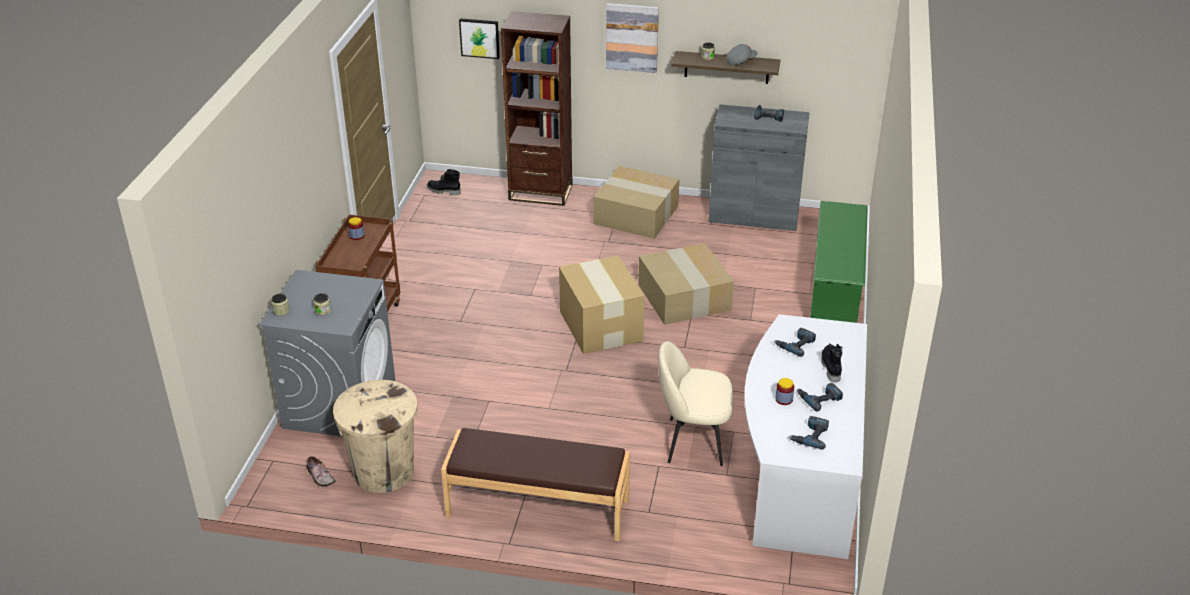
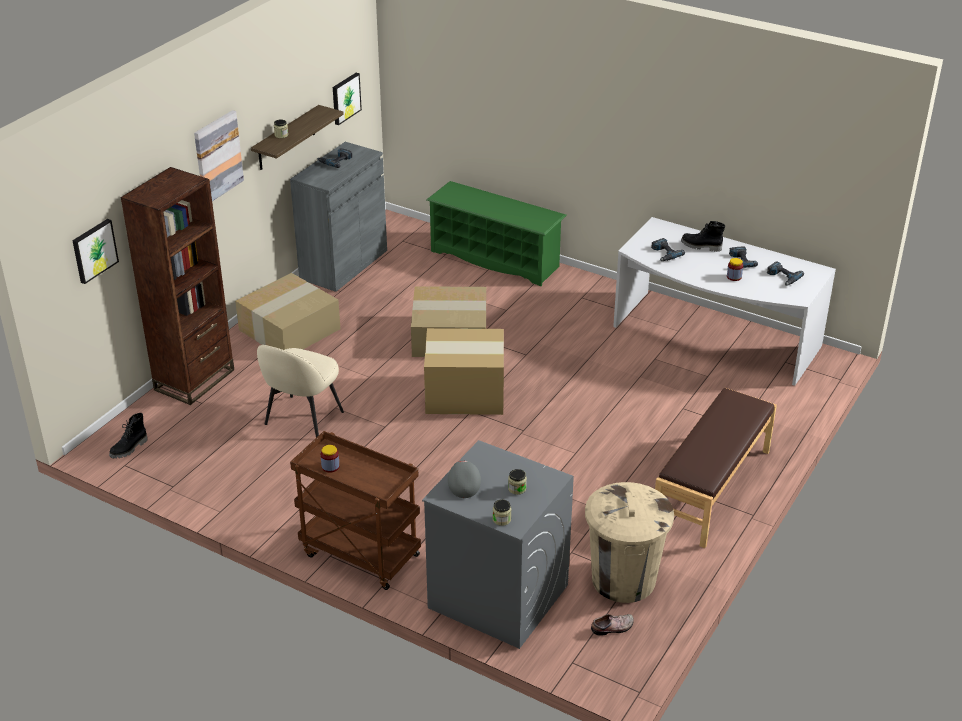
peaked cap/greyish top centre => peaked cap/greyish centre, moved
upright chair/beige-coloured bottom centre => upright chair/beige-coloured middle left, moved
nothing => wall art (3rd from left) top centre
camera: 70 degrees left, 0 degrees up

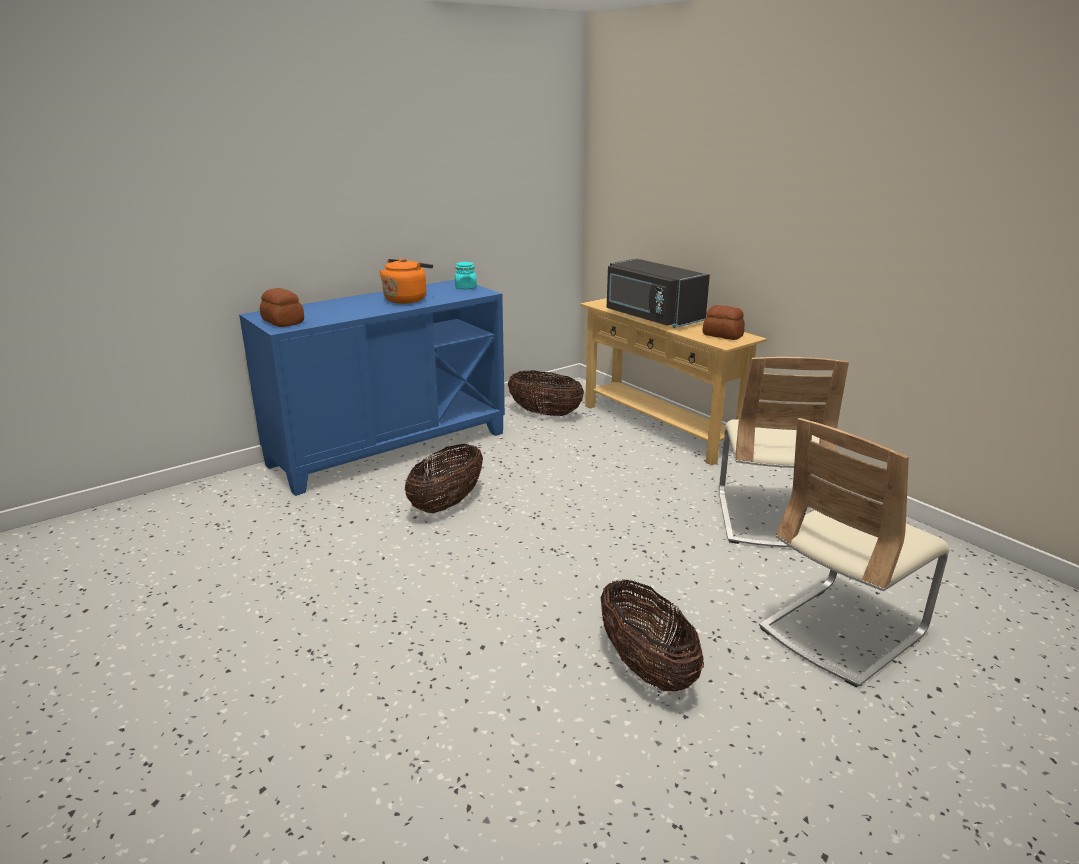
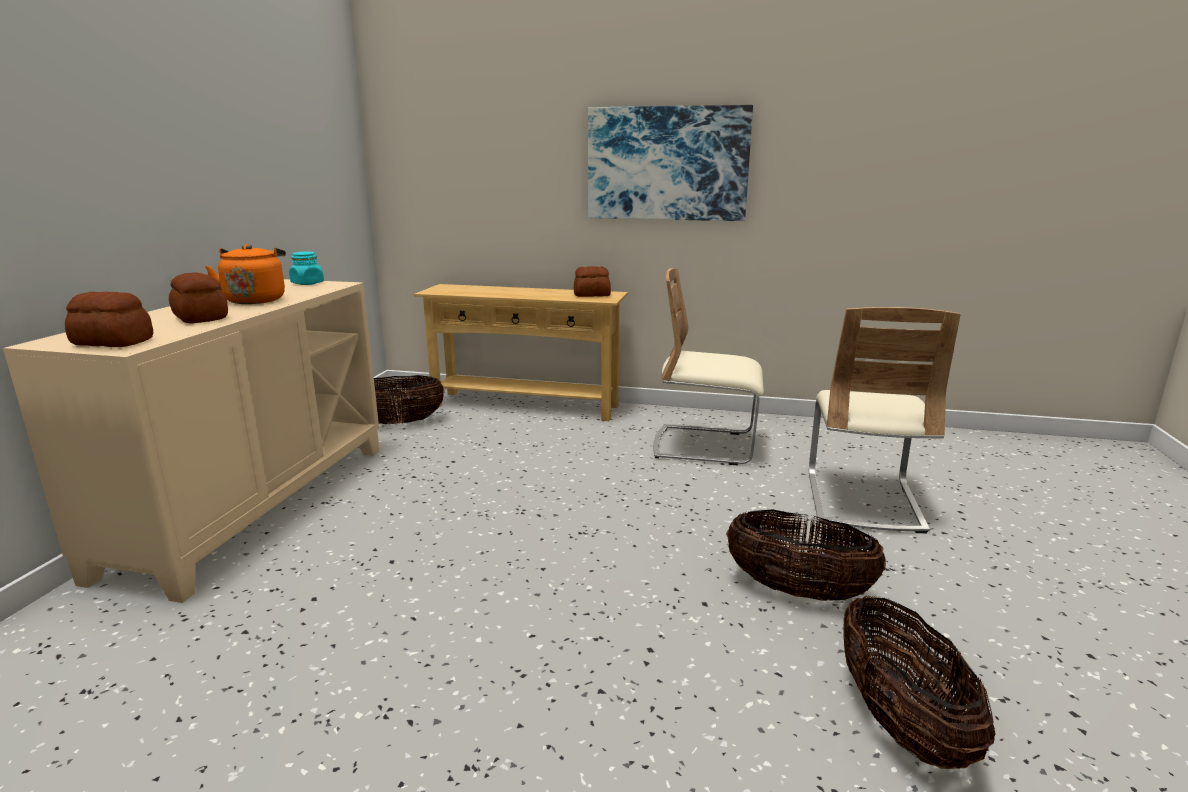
microwave/black centre => nothing
storage cabinet/blue centre => storage cabinet/beige-coloured middle left
upright chair/beige-coloured (1st from left) middle right => upright chair/beige-coloured (1st from left) centre, 135 degrees clockwise
storage basket (1st from left in the first image) centre => storage basket (3rd from left) bottom right, moved
nothing => wall art top centre
nothing => baked bread (2nd from left) middle left
camera: 40 degrees left, 5 degrees down

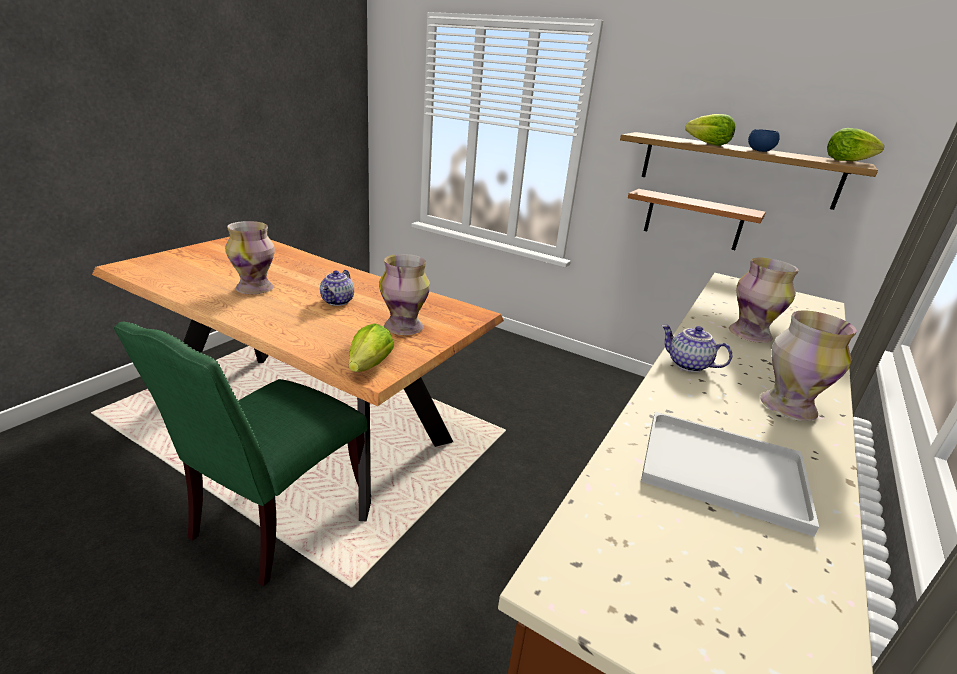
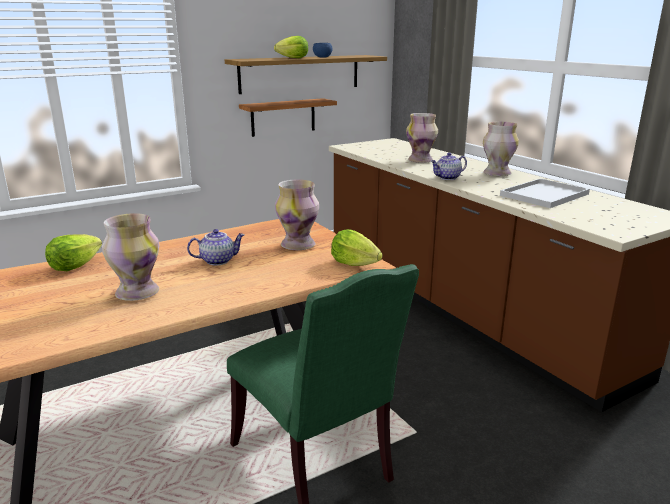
lettuce head (3rd from left in the first image) top right => lettuce head (1st from left) middle left, moved
teapot (1st from left) centre => teapot (1st from left) middle left, 60 degrees counterclockwise
camera: 60 degrees left, 5 degrees down

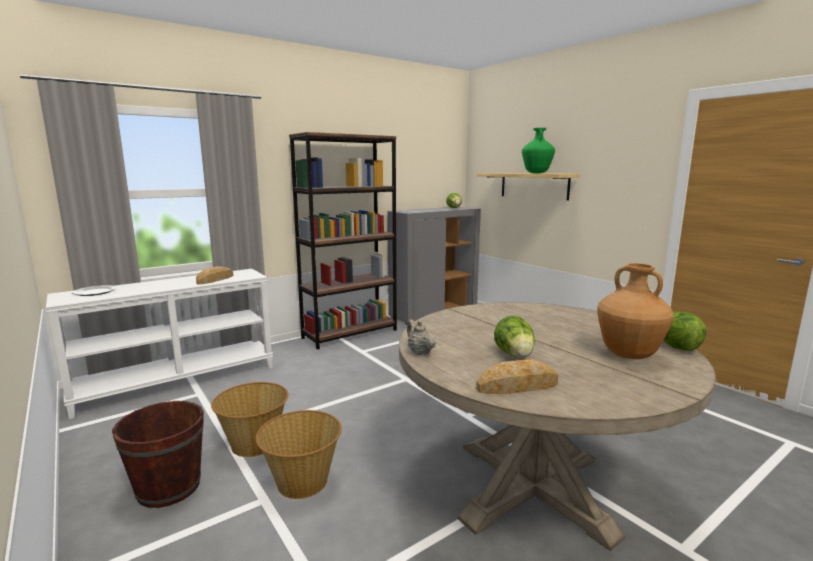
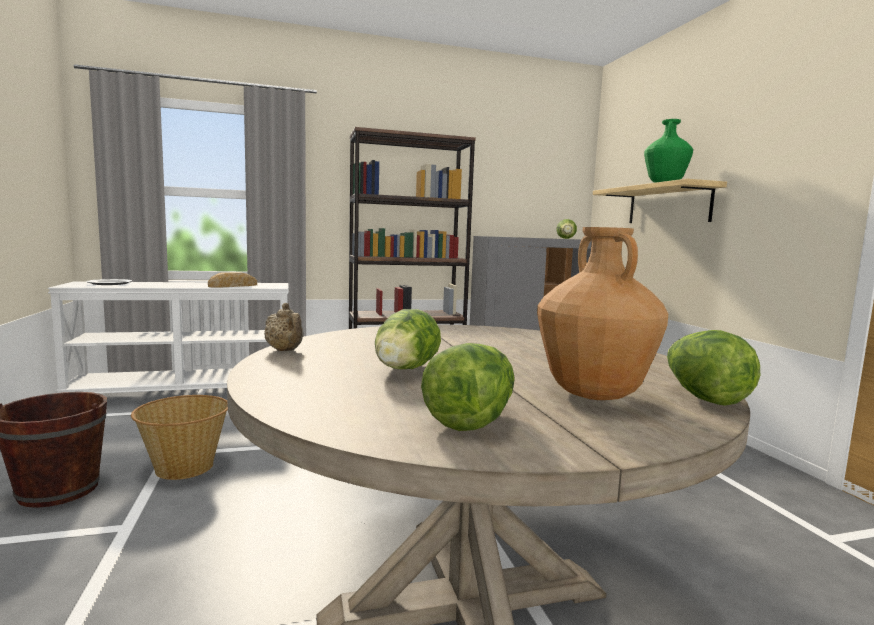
teapot/beige-coloured centre => teapot/beige-coloured middle left, 150 degrees clockwise
baked bread (2nd from left) bottom centre => nothing
storage basket (2nd from left) bottom centre => nothing
nothing => lettuce head (2nd from left) centre
camera: 20 degrees right, 5 degrees down

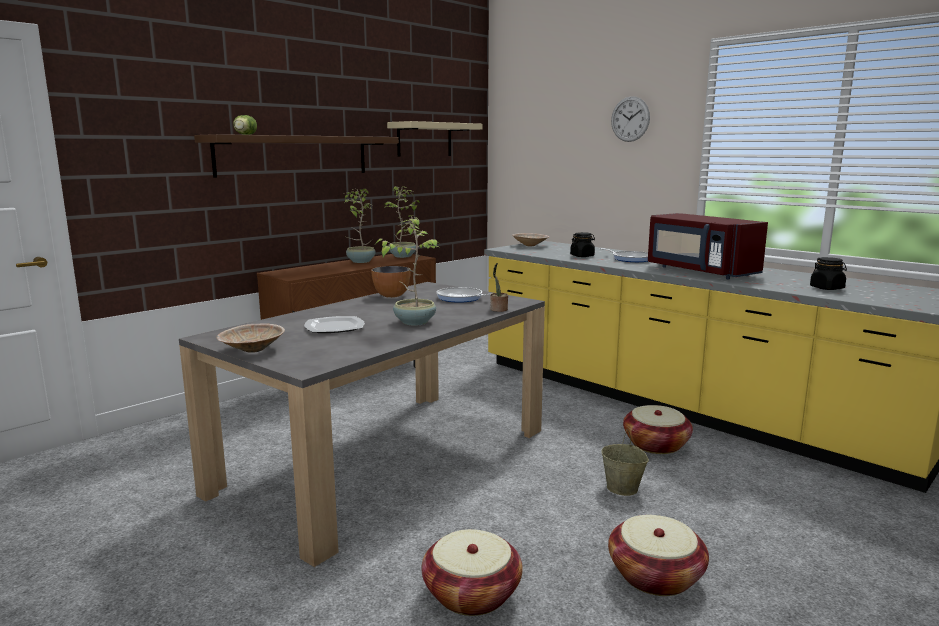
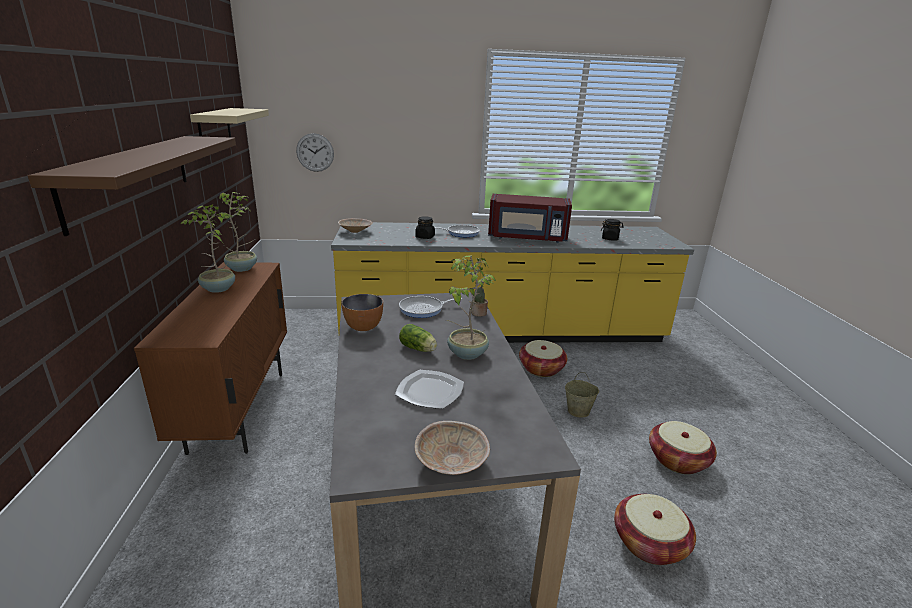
wall clock top right => wall clock top centre, moved
lettuce head top left => lettuce head centre, moved
camera: 50 degrees left, 10 degrees up

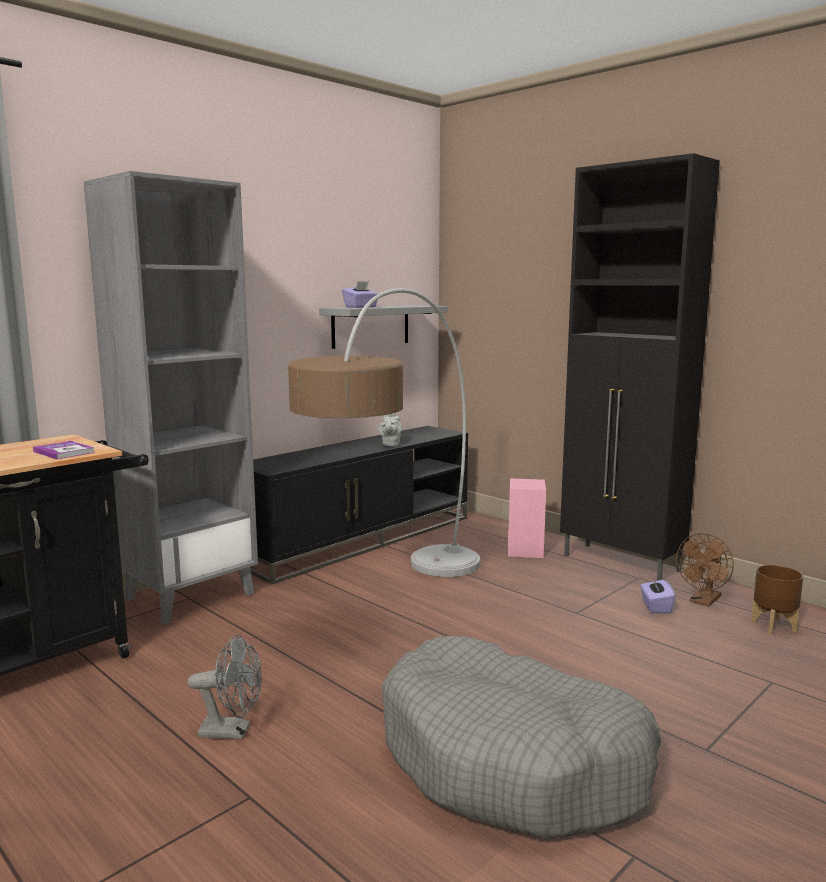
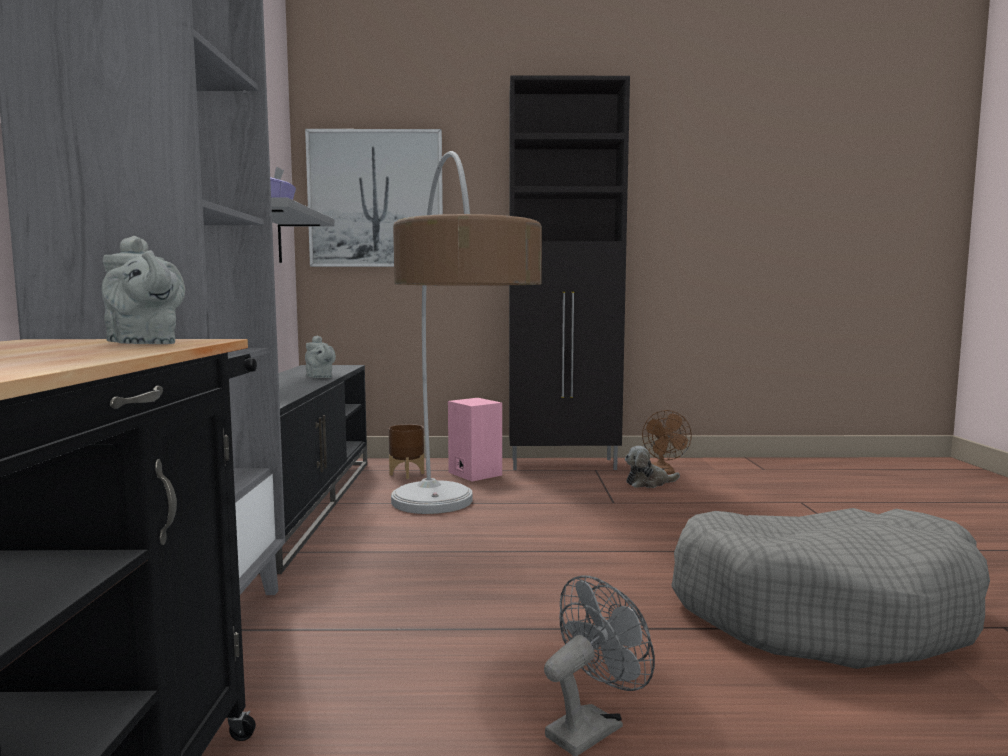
volume middle left => teapot/greyish (1st from left) middle left
planter/brown bottom right => planter/brown centre, moved
tissue holder/purple-coloured (2nd from left) bottom right => soft toy centre
nothing => wall art top centre
camera: 45 degrees left, 5 degrees down

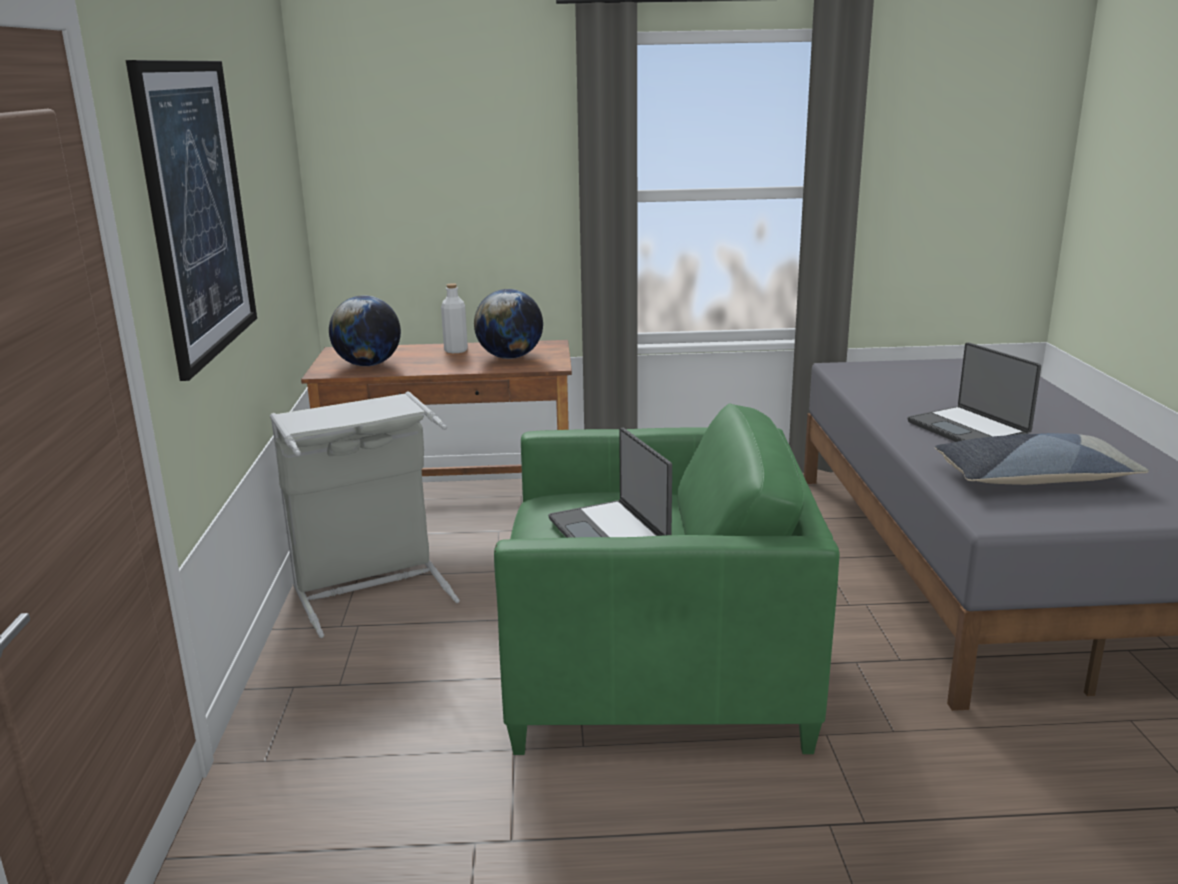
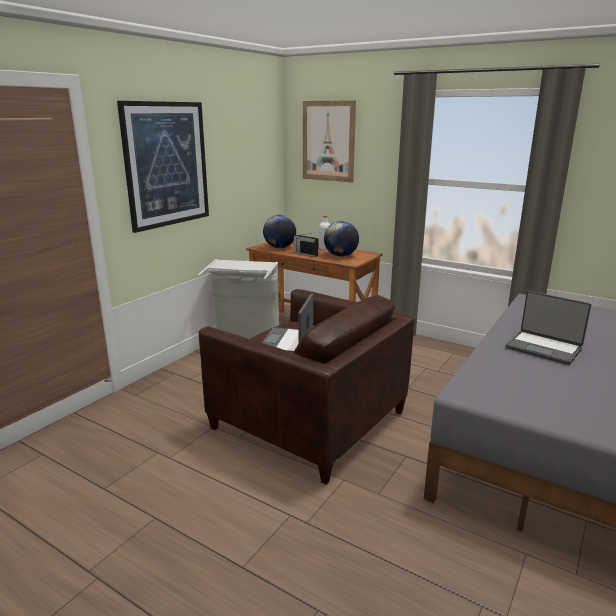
portable computer (2nd from left) middle right, 60 degrees counterclockwise
easy chair/greenish centre => easy chair/brown centre
throw pillow middle right => nothing
nothing => wall art (2nd from left) top centre
nothing => radio set centre
camera: 35 degrees right, 0 degrees up

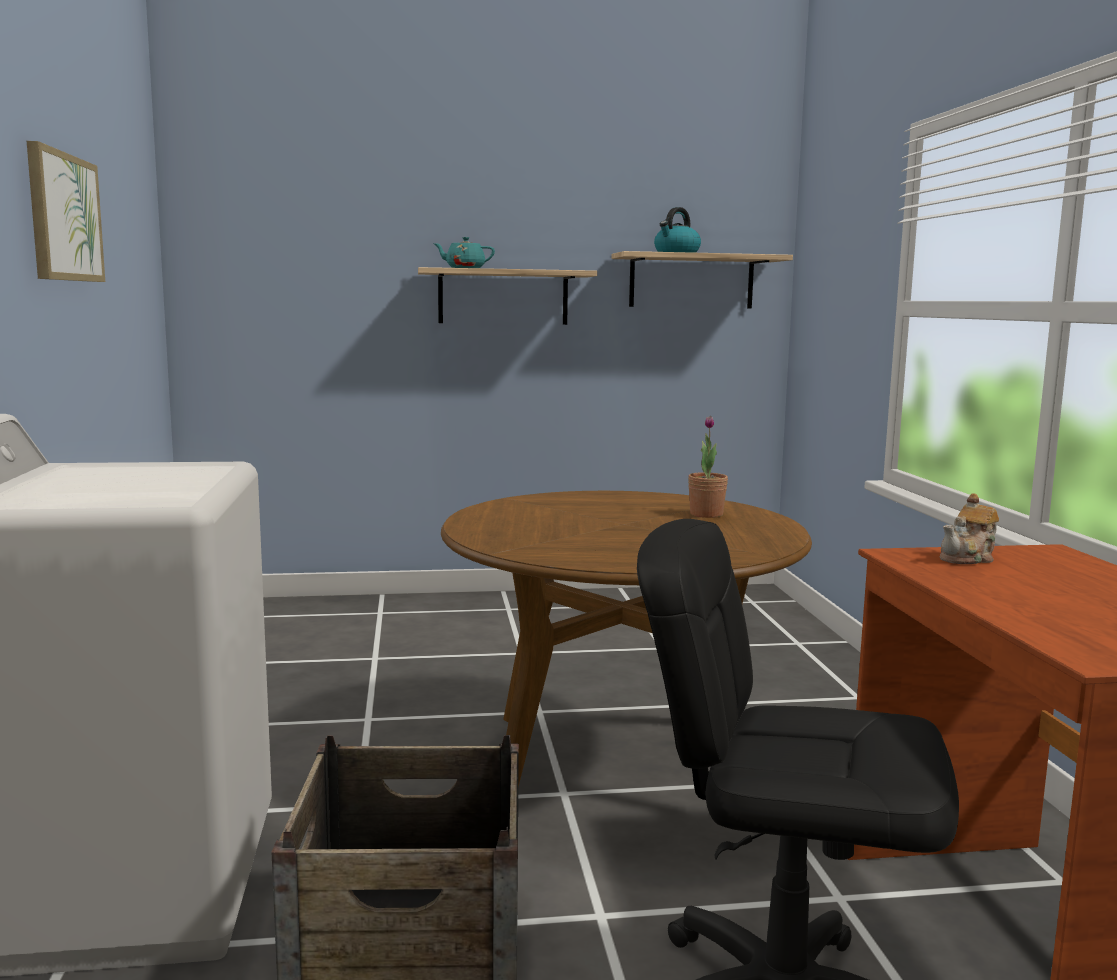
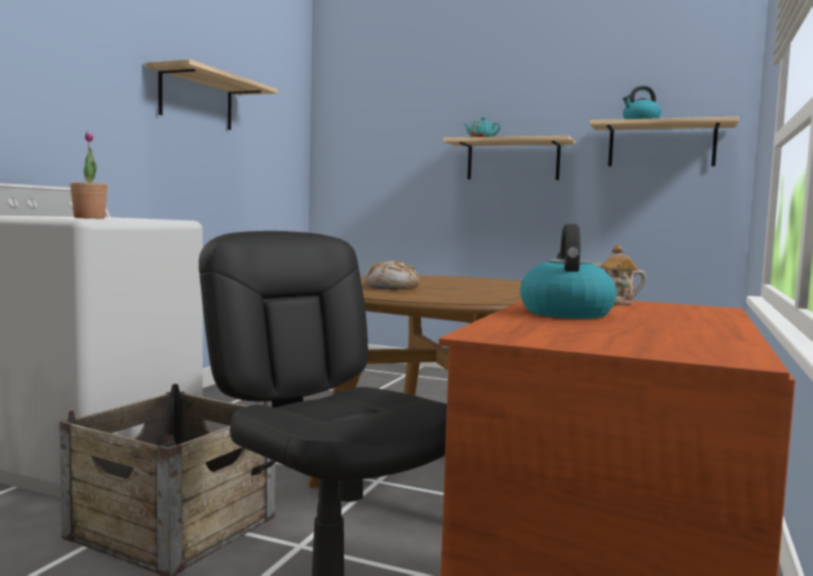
wall art top left => wall shelf (1st from left) top left
houseplant centre => houseplant top left, moved
nothing => water kettle (1st from left) middle right
nothing => baked bread centre
camera: 30 degrees right, 5 degrees down

